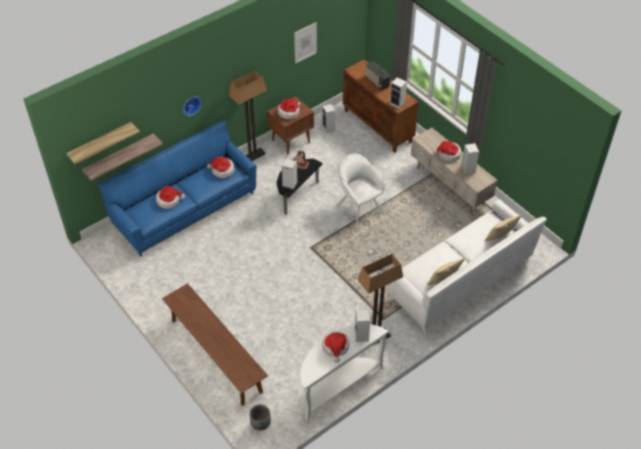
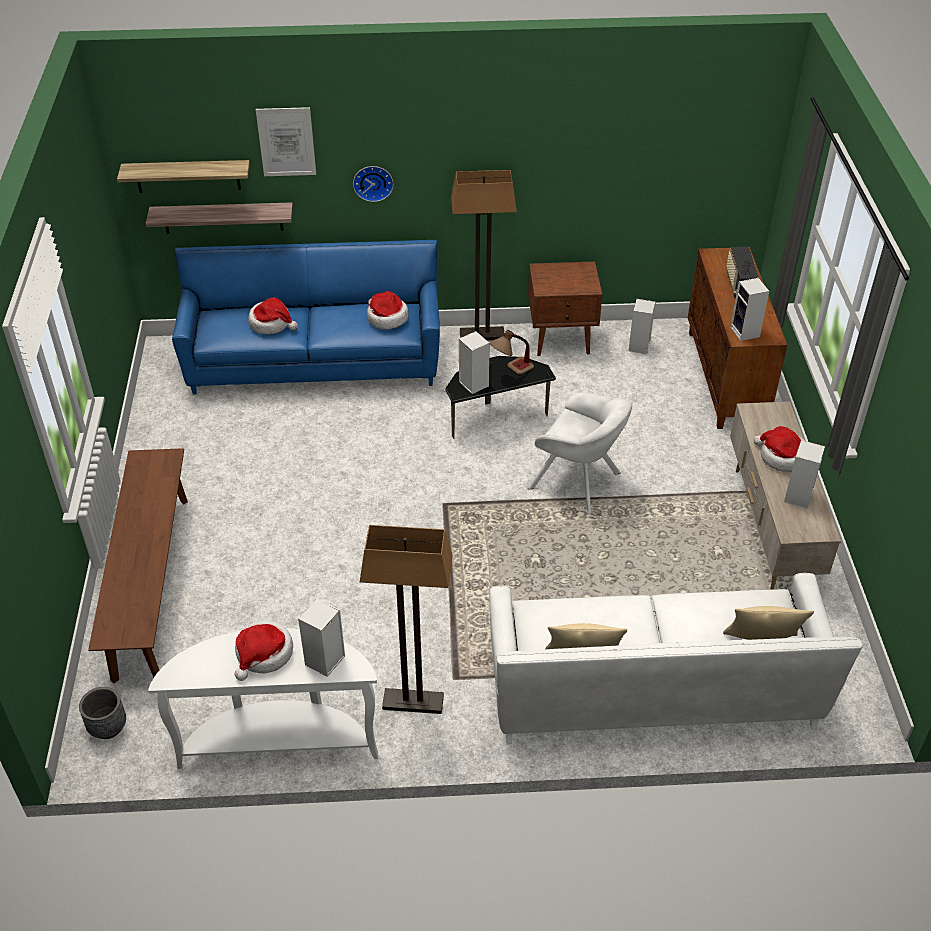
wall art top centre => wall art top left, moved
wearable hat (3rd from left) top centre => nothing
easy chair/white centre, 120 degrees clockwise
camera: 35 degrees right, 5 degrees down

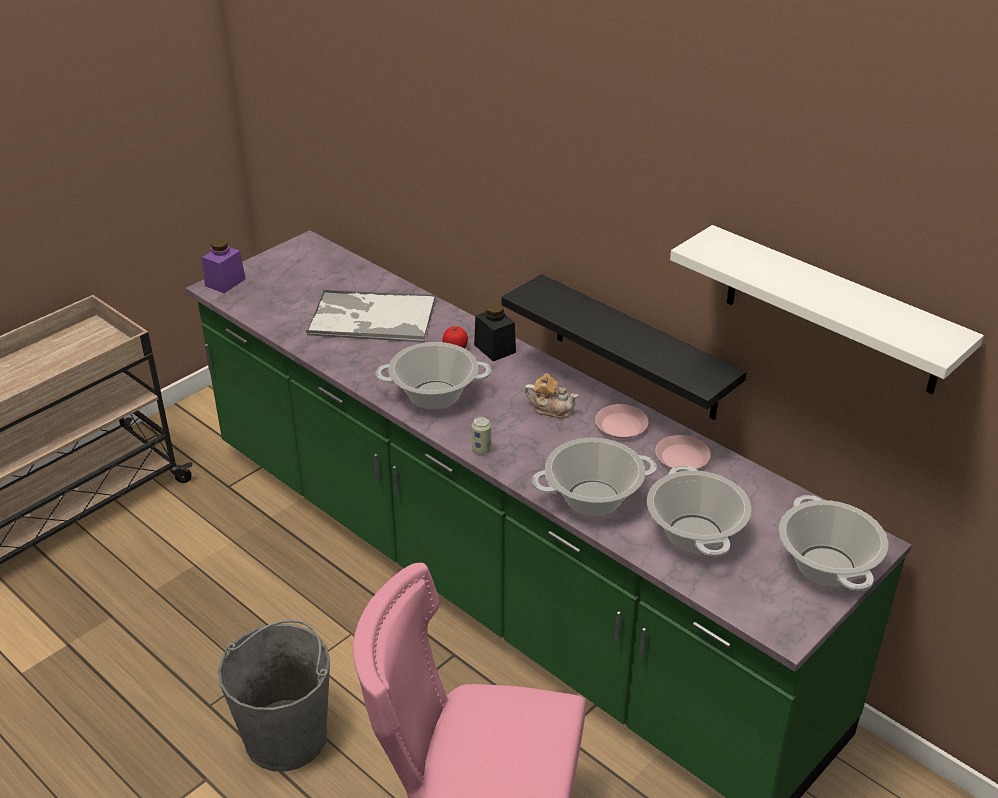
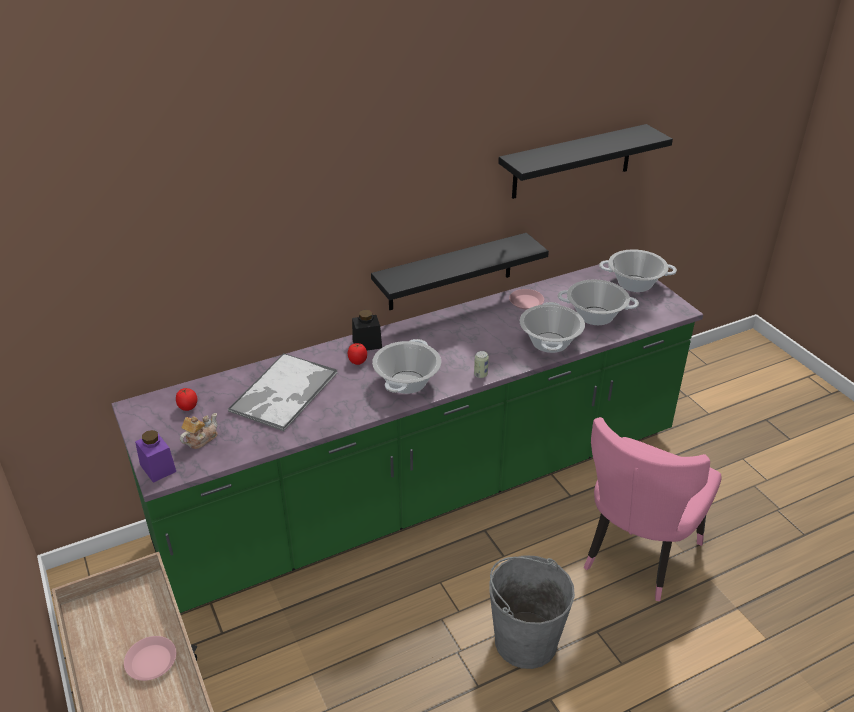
wall shelf/white middle right => wall shelf/black (2nd from left) top right
teapot centre => teapot middle left, moved
dinner plate/pink-coloured (1st from left) centre => dinner plate/pink-coloured (1st from left) bottom left, moved
nothing => tomato (1st from left) middle left
camera: 70 degrees left, 0 degrees up

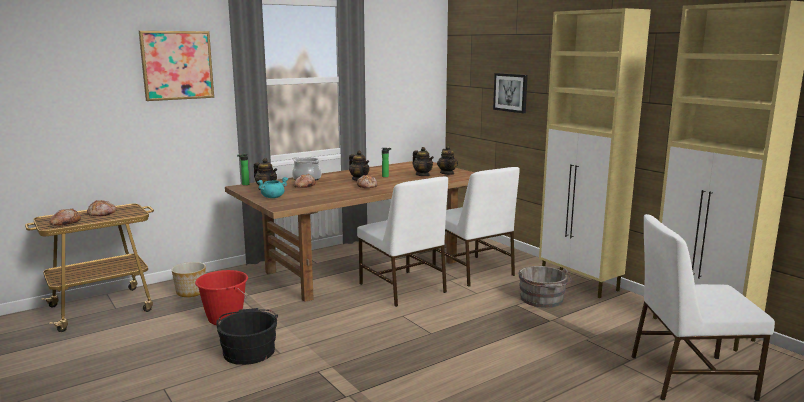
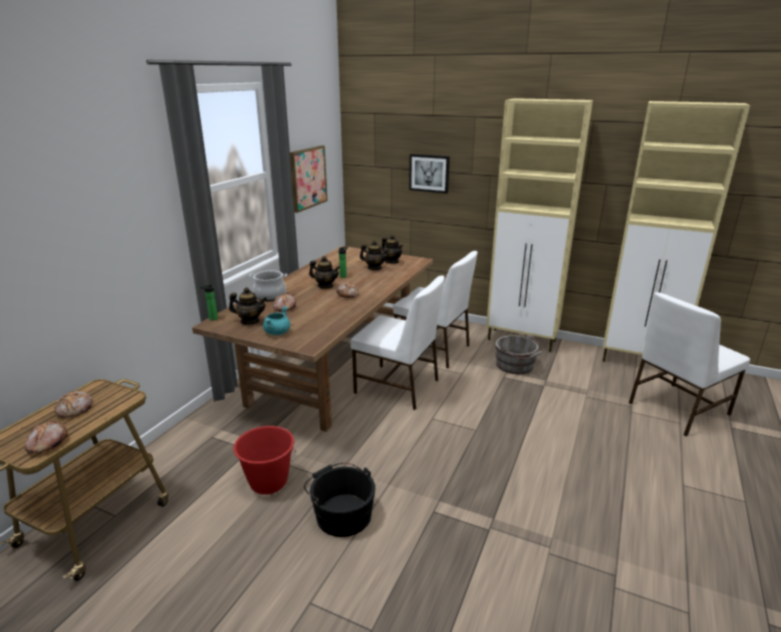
wall art (1st from left) top left => wall art (1st from left) top centre, moved
planter bottom left => nothing
camera: 30 degrees left, 10 degrees up

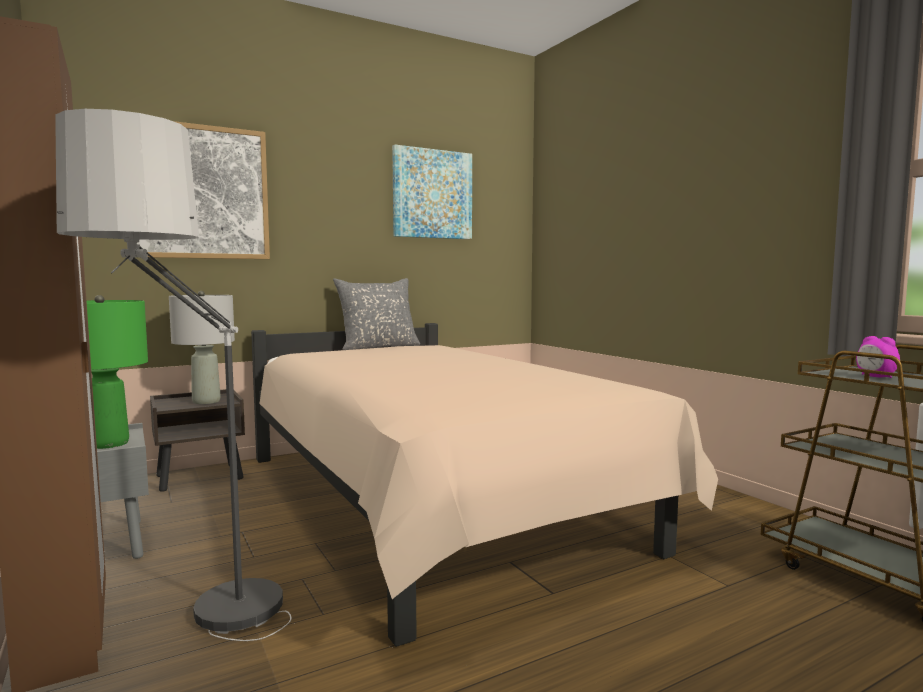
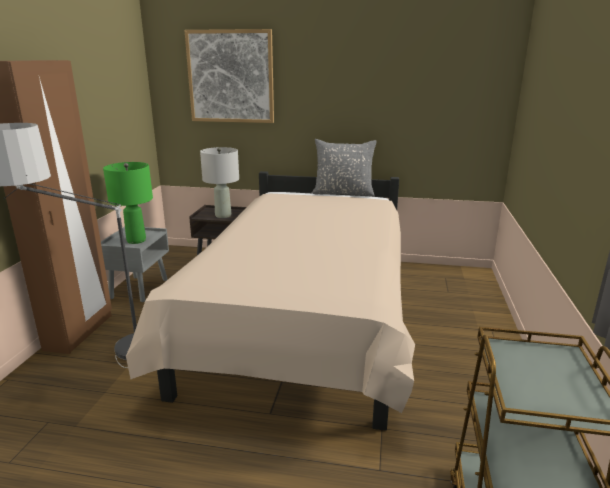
wall art (2nd from left) top centre => nothing
alarm clock middle right => nothing
camera: 40 degrees right, 15 degrees up

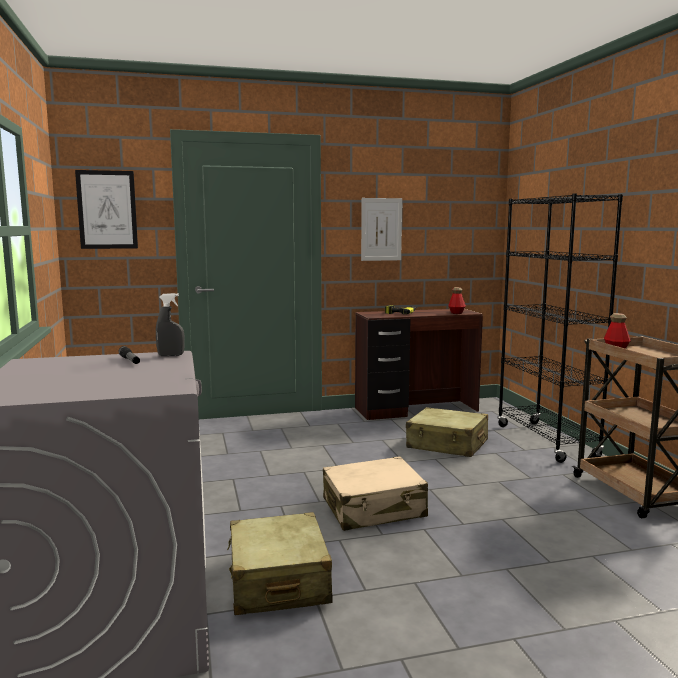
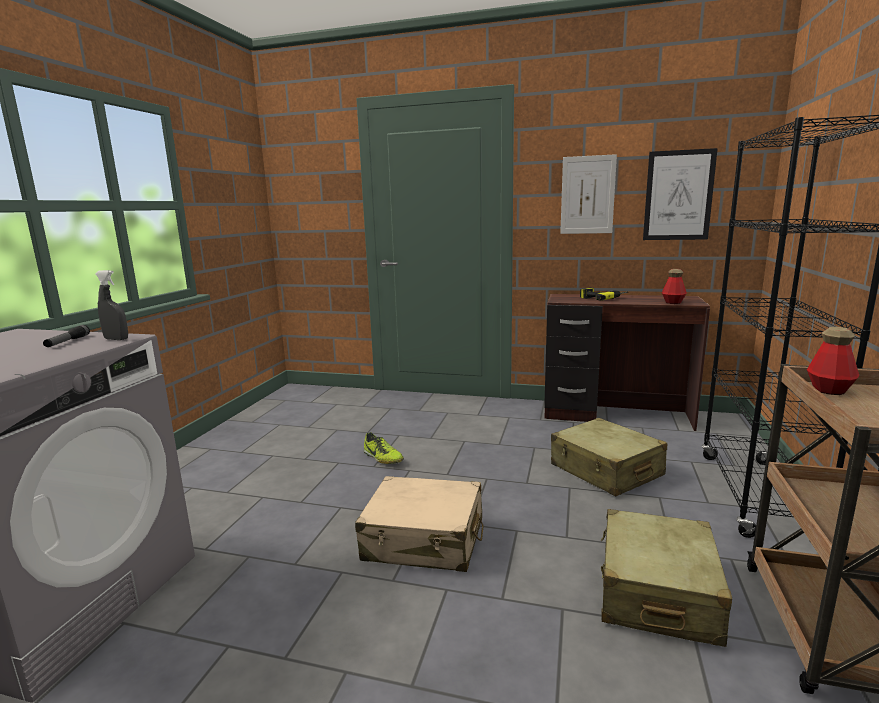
wall art (1st from left in the first image) top left => wall art (2nd from left) top right, moved
suitcase/beige-coloured (1st from left in the first image) bottom centre => suitcase/beige-coloured (3rd from left) bottom right, moved
nothing => shoe centre
camera: 30 degrees right, 5 degrees up

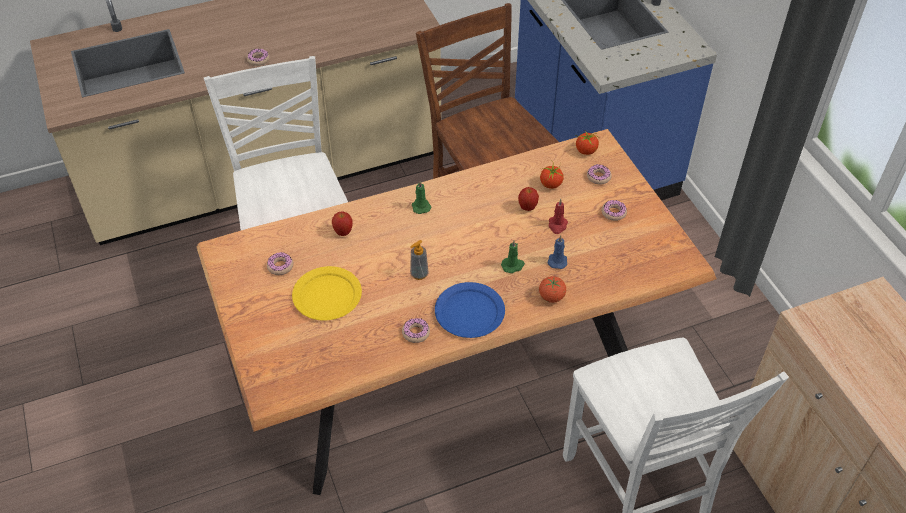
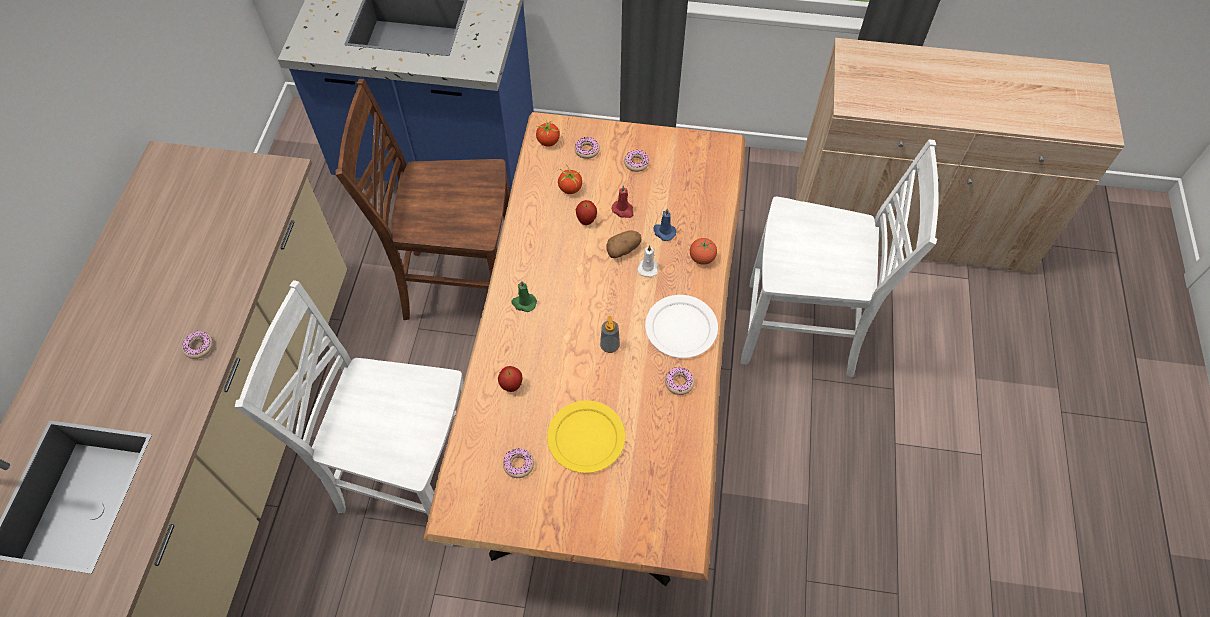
candle/greenish (2nd from left) centre => candle/white centre
dinner plate/blue centre => dinner plate/white centre
nothing => spud centre
camera: 60 degrees left, 10 degrees up

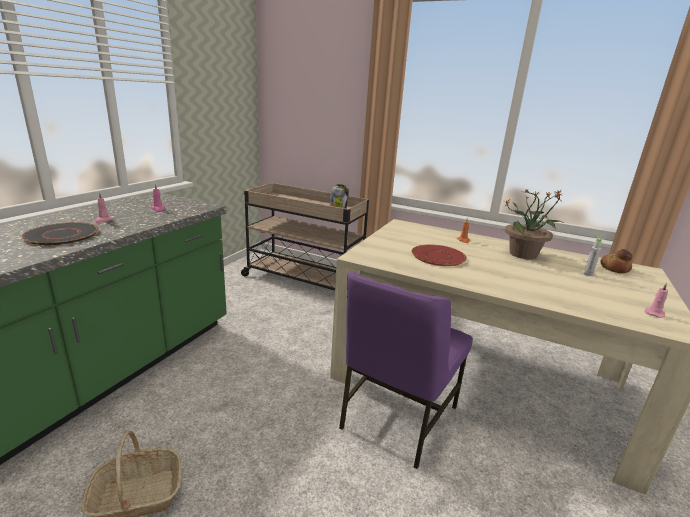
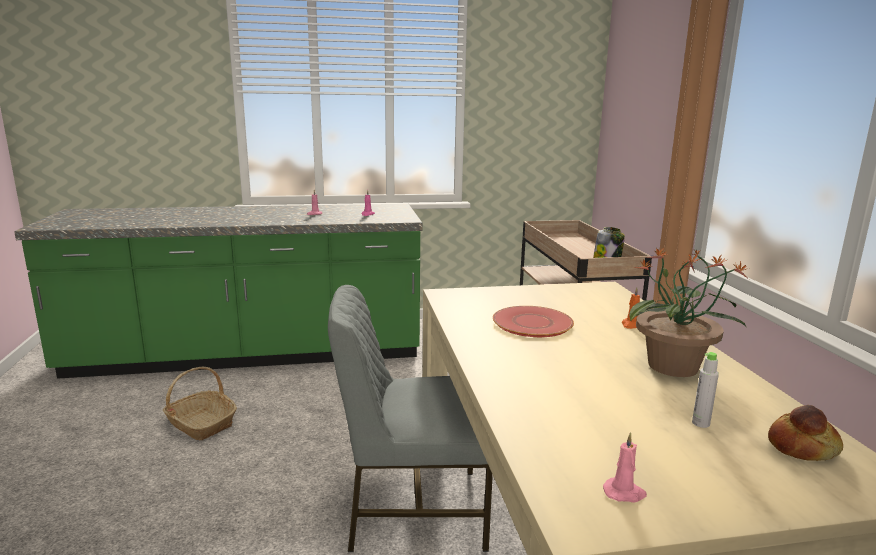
dinner plate/black middle left => nothing
upright chair/purple-coloured bottom centre => upright chair/greyish bottom centre
camera: 55 degrees right, 5 degrees down

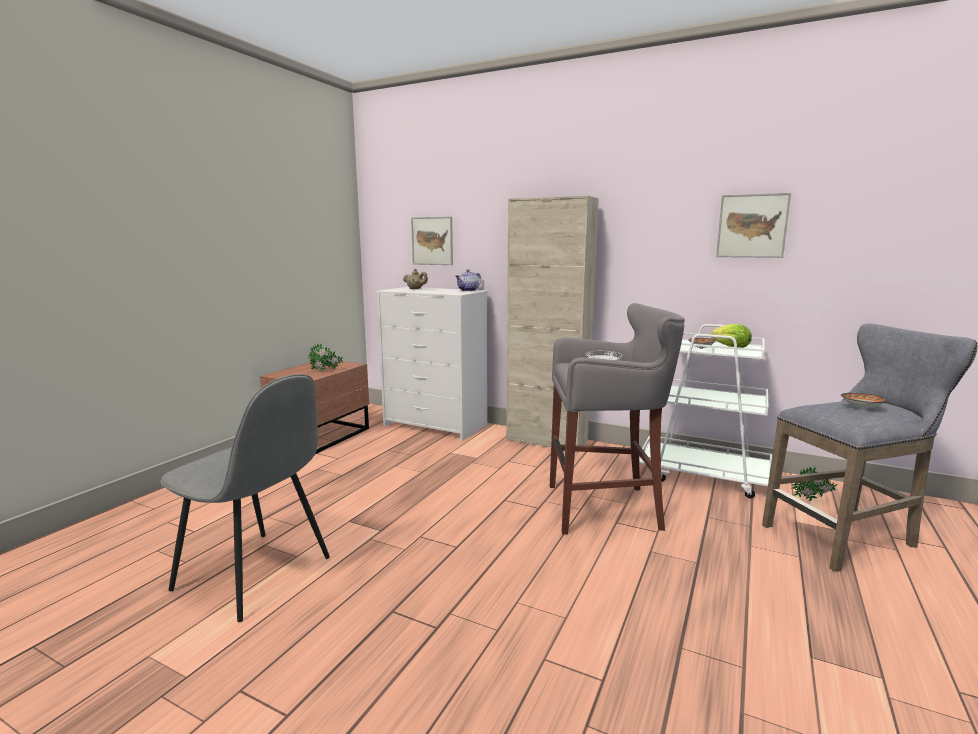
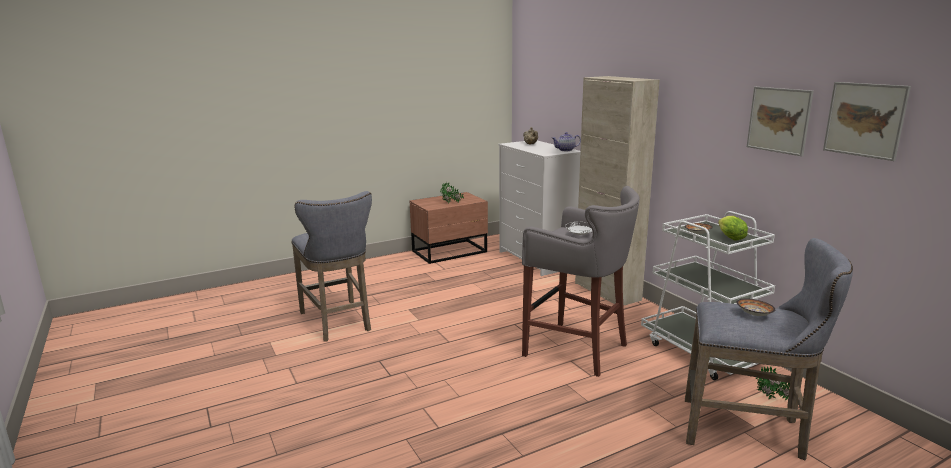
wall art (1st from left in the first image) top centre => wall art (2nd from left) top right, moved
upright chair/greyish bottom left => sitting stool/greyish (1st from left) centre
camera: 35 degrees right, 5 degrees up

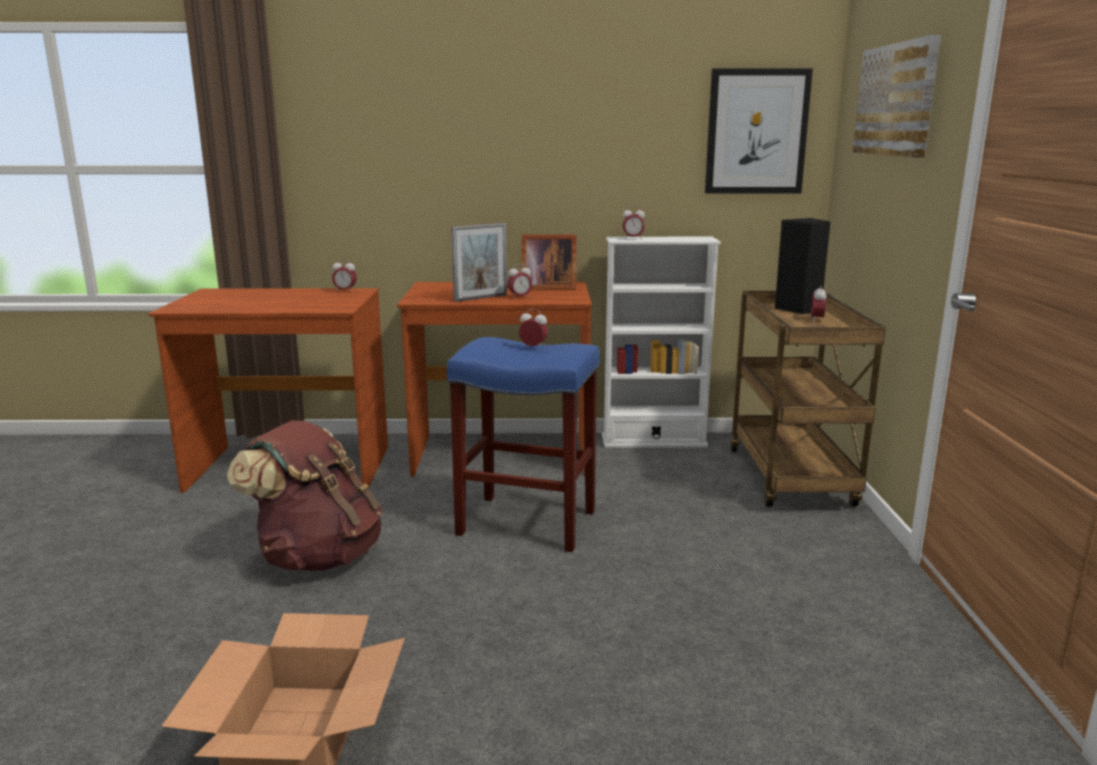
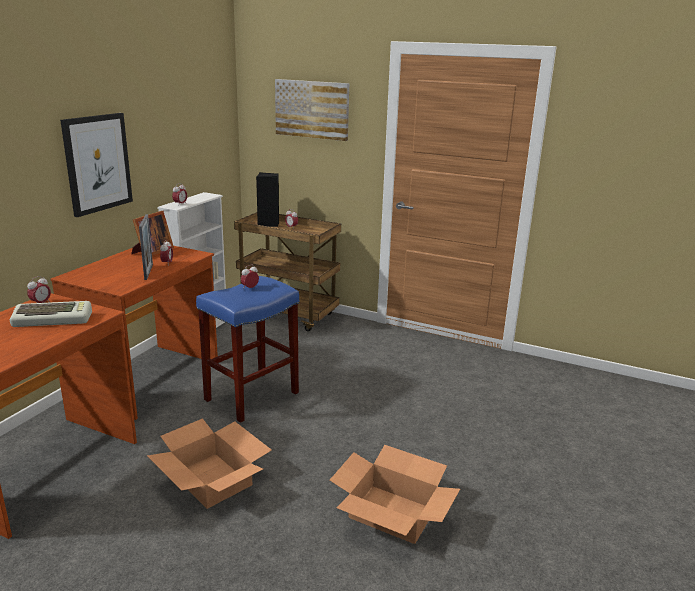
wall art (1st from left) top right => wall art (1st from left) top left, moved
rucksack/brown middle left => cardboard box (1st from left) bottom left
nothing => computer keyboard middle left
camera: 65 degrees left, 5 degrees up

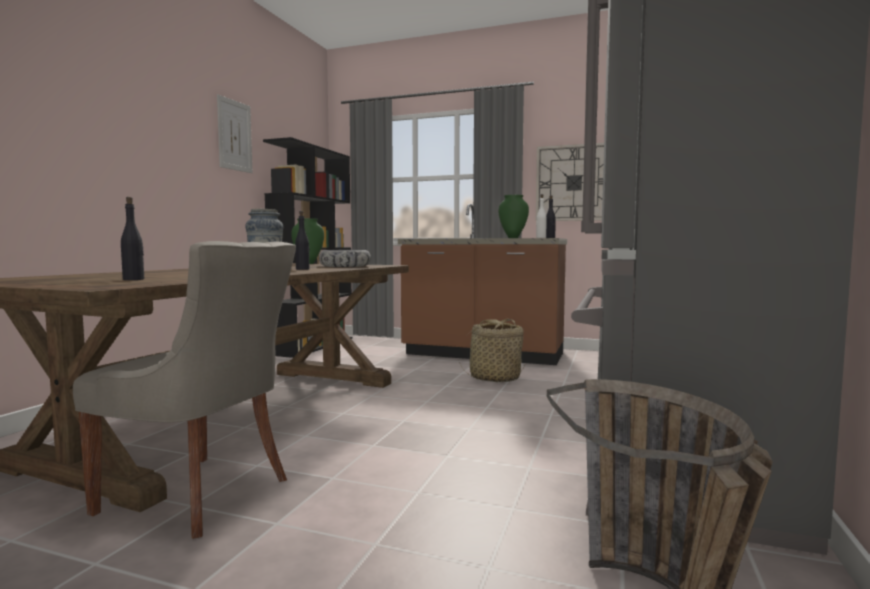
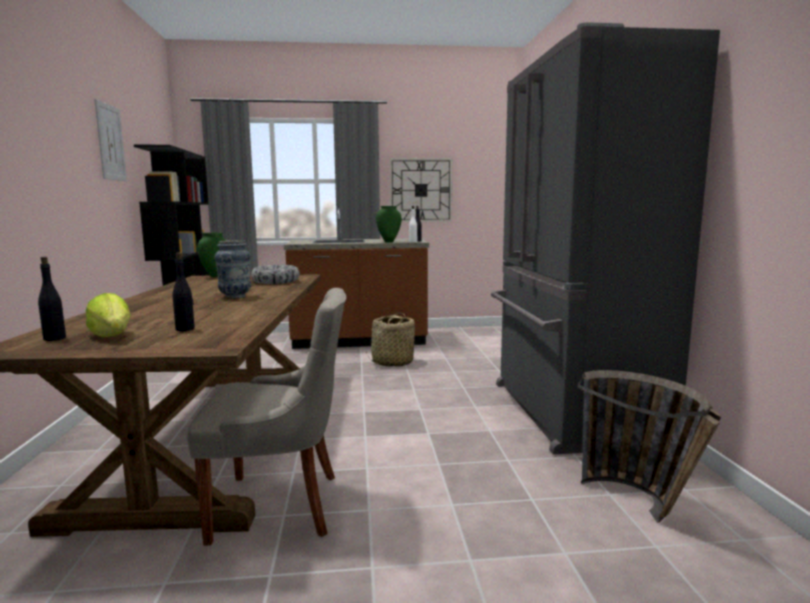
drink bottle/black (2nd from left in the first image) centre => drink bottle/black (1st from left) middle left, moved
nothing => lettuce head middle left
camera: 25 degrees left, 5 degrees up

